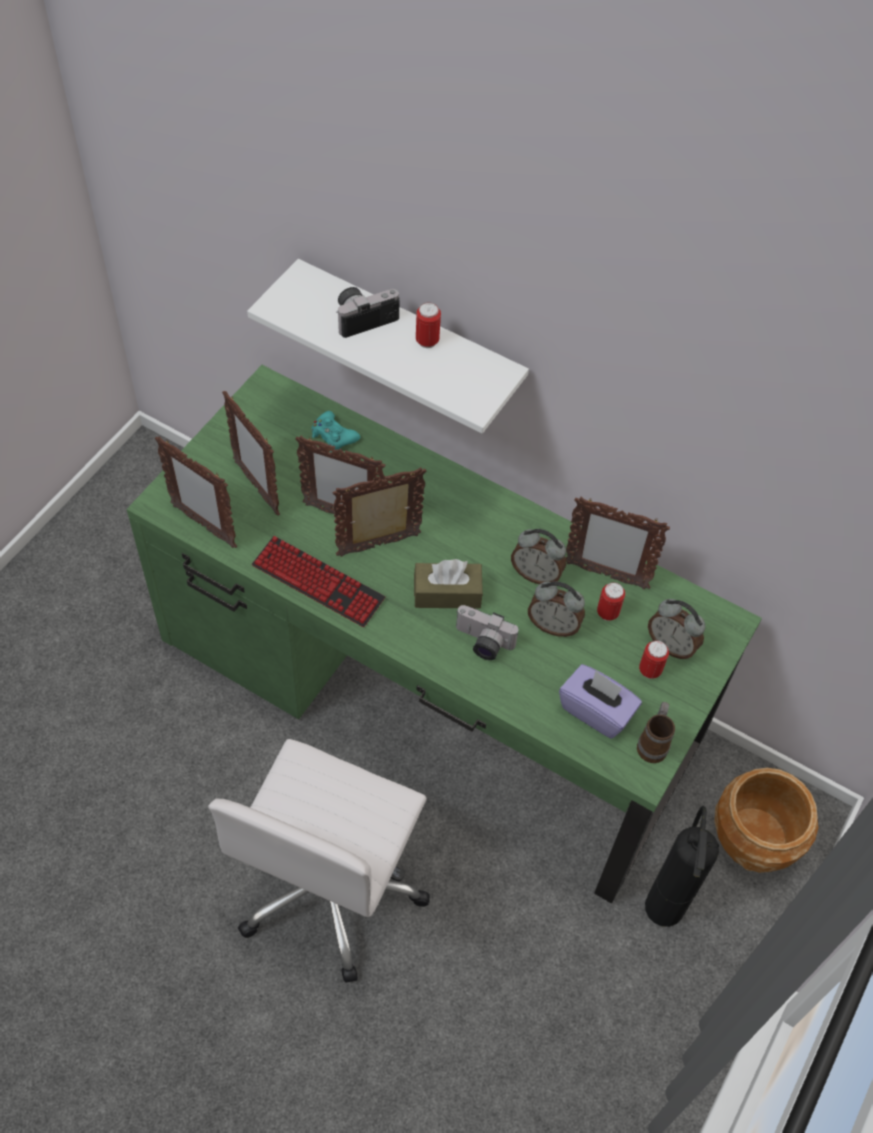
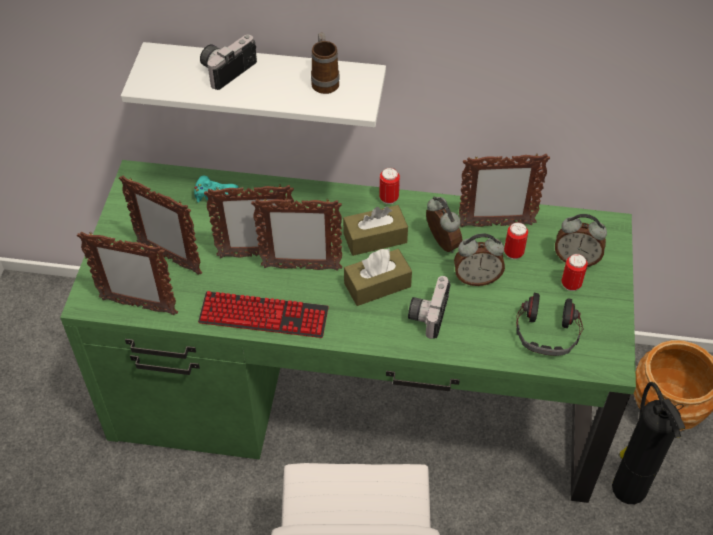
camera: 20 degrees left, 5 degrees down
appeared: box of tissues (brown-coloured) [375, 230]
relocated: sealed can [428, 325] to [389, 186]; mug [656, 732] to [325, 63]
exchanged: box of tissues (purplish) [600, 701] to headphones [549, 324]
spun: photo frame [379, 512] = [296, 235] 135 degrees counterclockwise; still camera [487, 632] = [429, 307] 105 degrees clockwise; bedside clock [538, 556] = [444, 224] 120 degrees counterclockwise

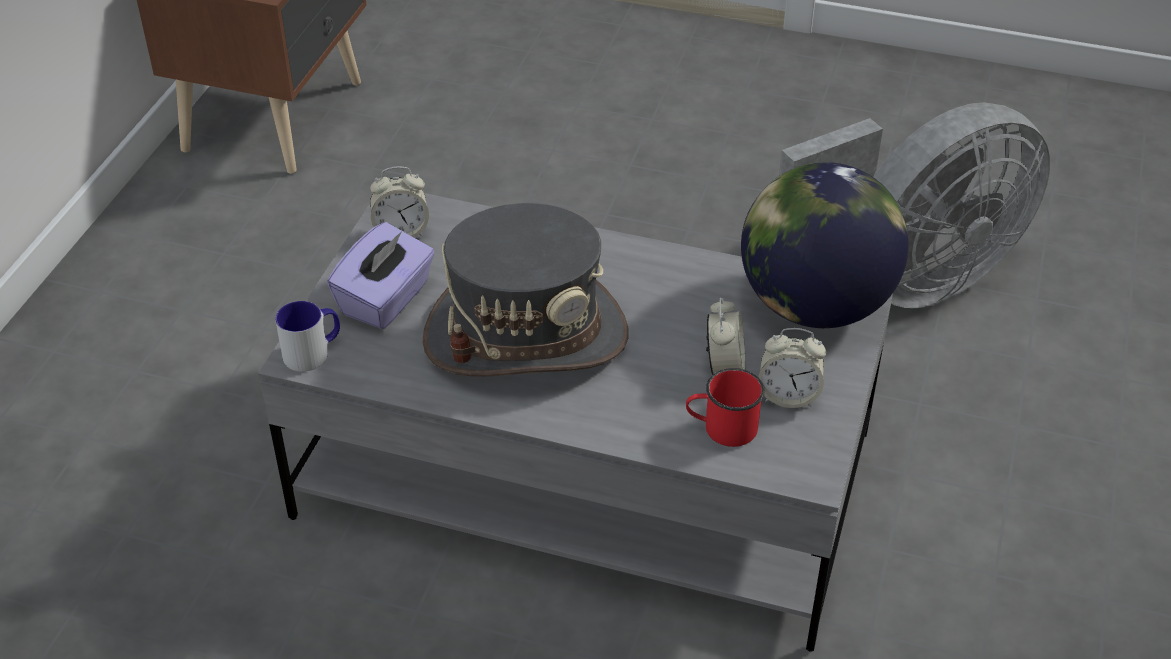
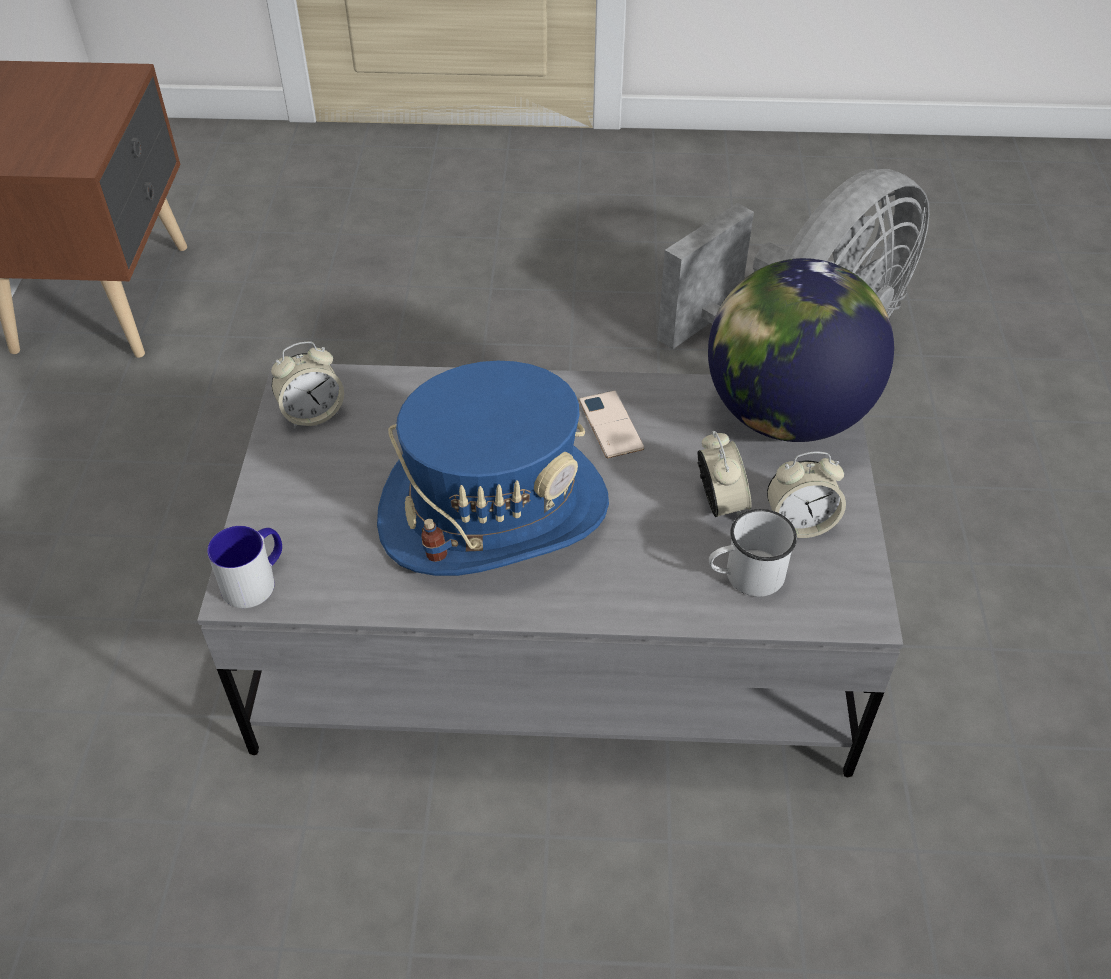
camera: 15 degrees left, 5 degrees up
missing: box of tissues (purplish) [381, 275]
appeared: handset [611, 424]
colour: hat (greyish) [525, 290] to hat (blue-coloured) [493, 468]; mug (reddish) [725, 407] to mug (white-coloured) [753, 553]

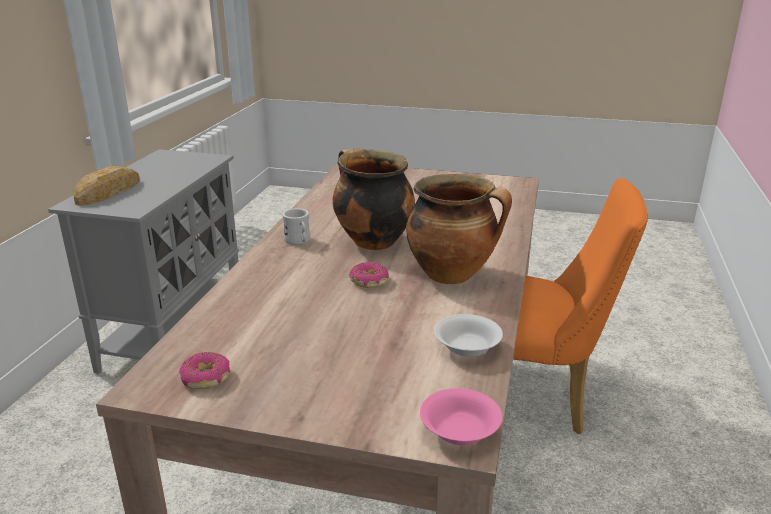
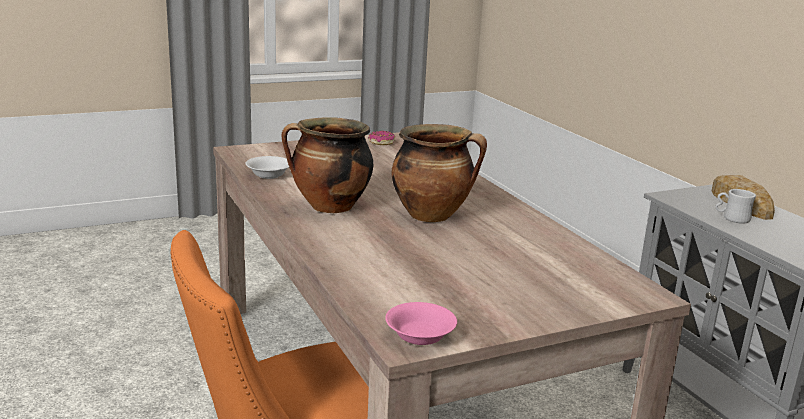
camera: 140 degrees right, 5 degrees down
missing: ring doughnut [369, 275]
relocated: mug (white-coloured) [296, 226] to [735, 206]; deep dish (pinkish) [461, 416] to [421, 323]

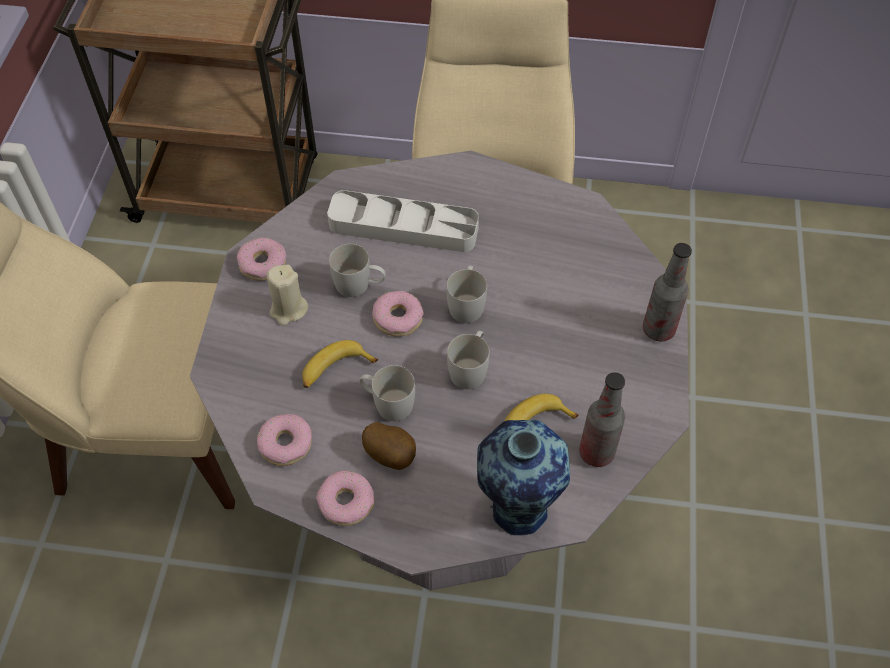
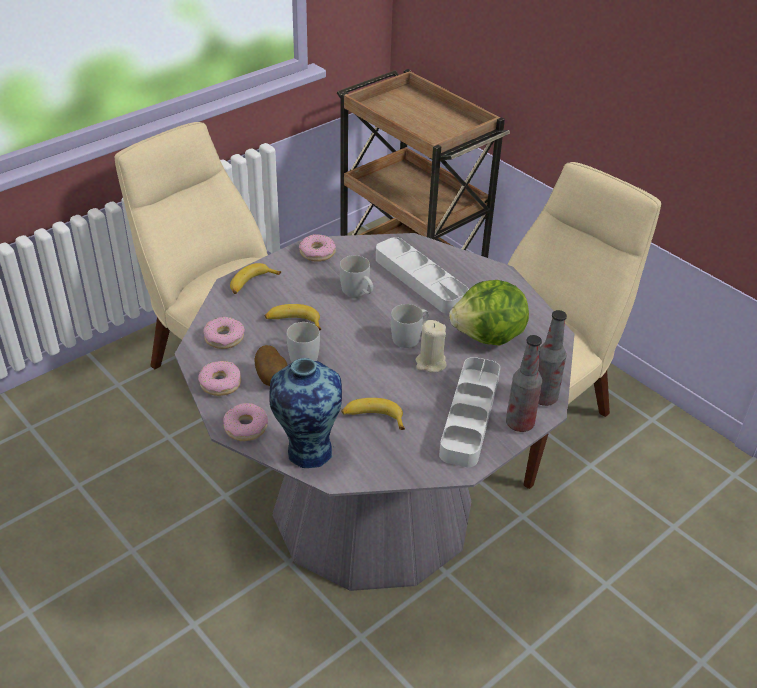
camera: 40 degrees right, 15 degrees down
missing: mug (white-coloured) [468, 360]
appeared: banana [255, 278]; carrying tray (greyish) [469, 412]; lettuce head [489, 313]
relocated: candle (beige-coloured) [287, 295] to [431, 346]; ring doughnut [398, 314] to [245, 422]; bottle [602, 419] to [552, 358]

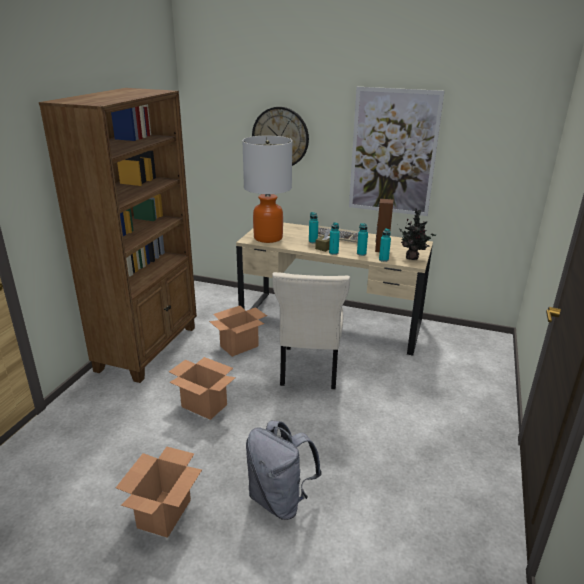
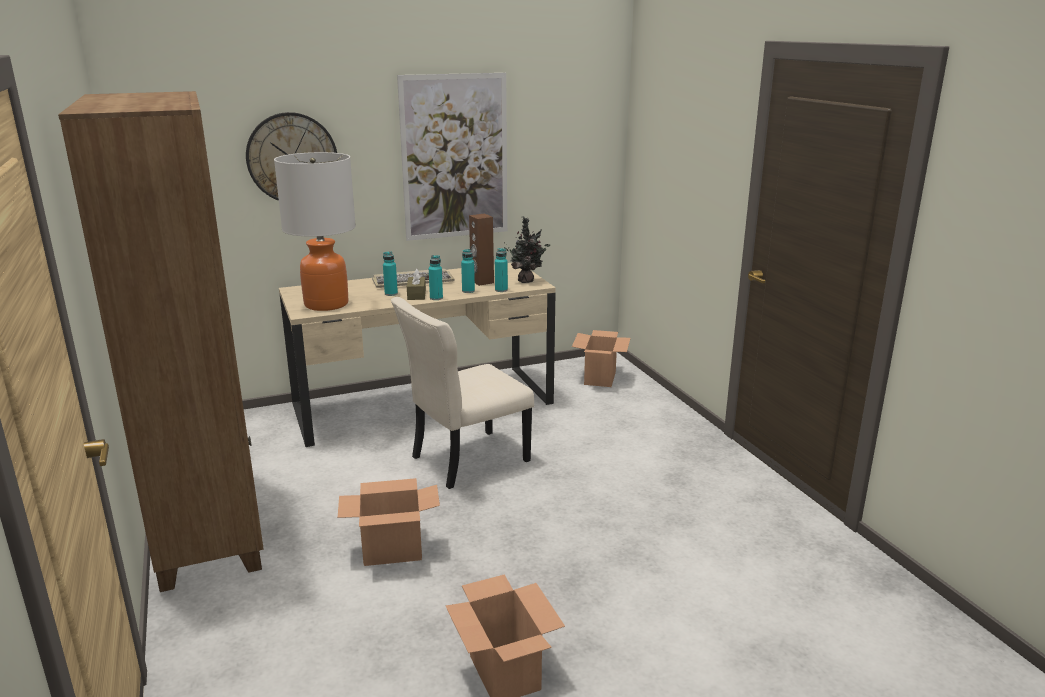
camera: 40 degrees left, 5 degrees down
missing: backpack (greyish) [284, 470]
relocated: carton [238, 331] to [601, 358]
spun: plain chair (beige-coloured) [311, 331] = [462, 393] 90 degrees clockwise

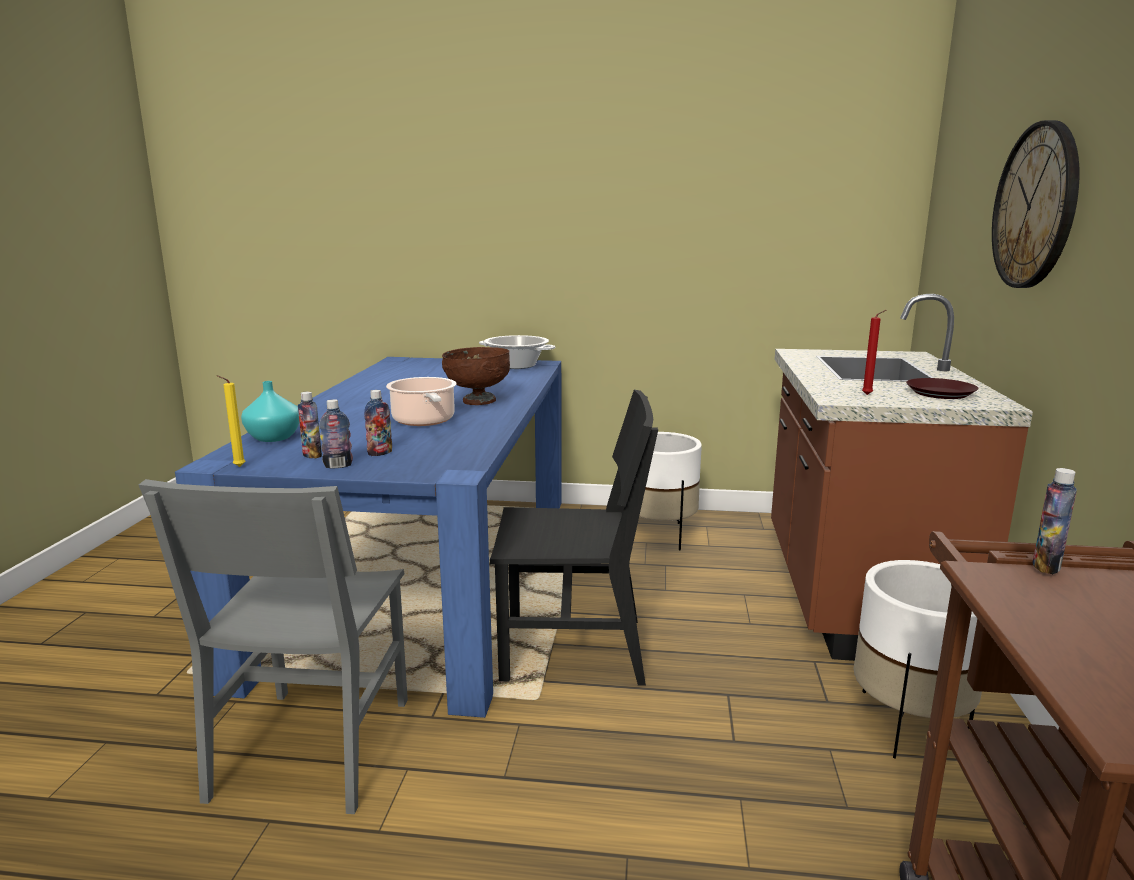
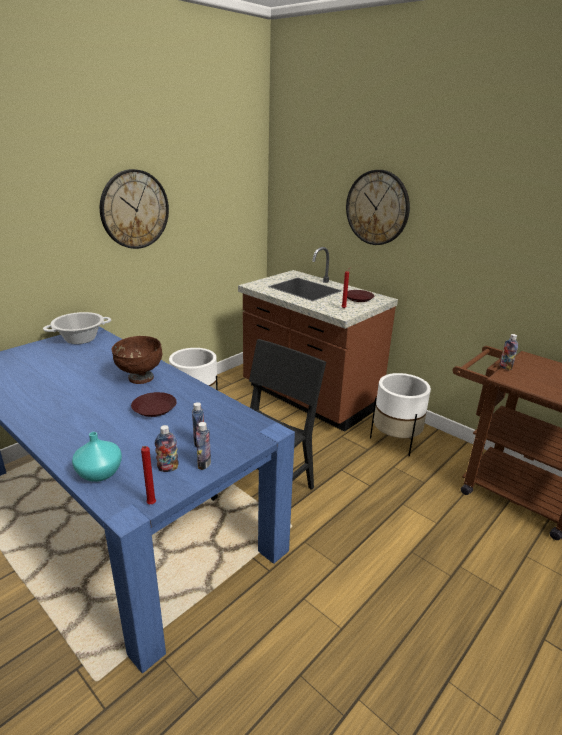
camera: 55 degrees left, 10 degrees up
missing: plain chair (greyish) [273, 646]
appeared: hanging clock [134, 209]
exchanged: saucepot [421, 401] to plate (brown-coloured) [154, 404]
colour: candle (yellow-coloured) [231, 421] to candle (reddish) [148, 475]

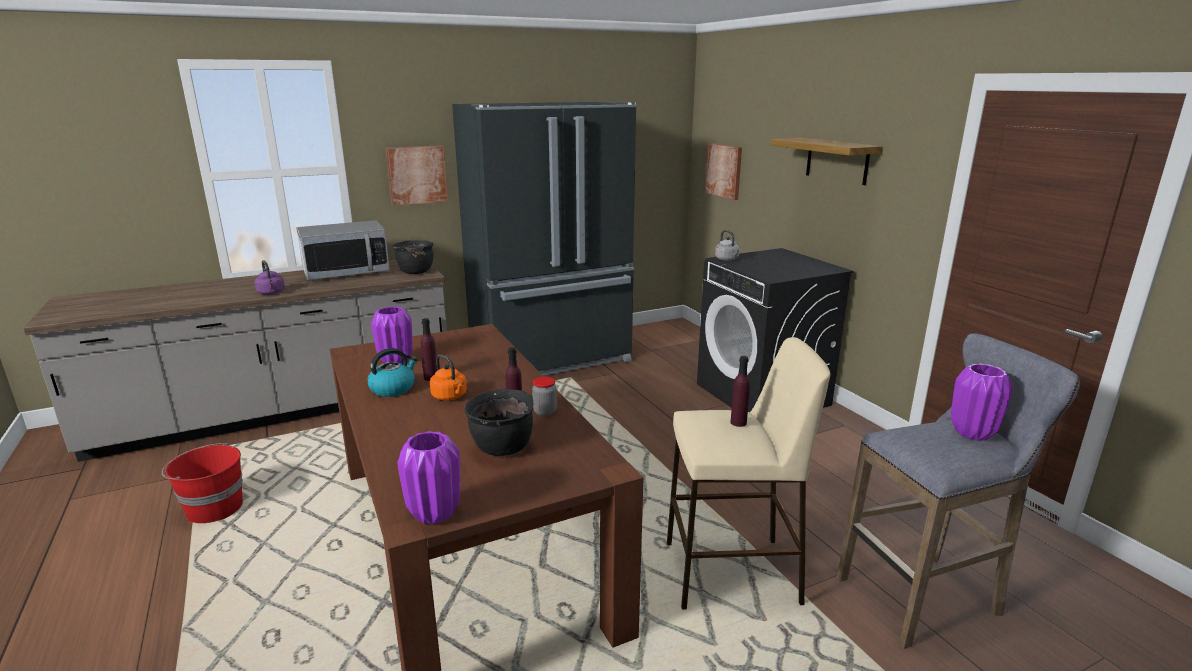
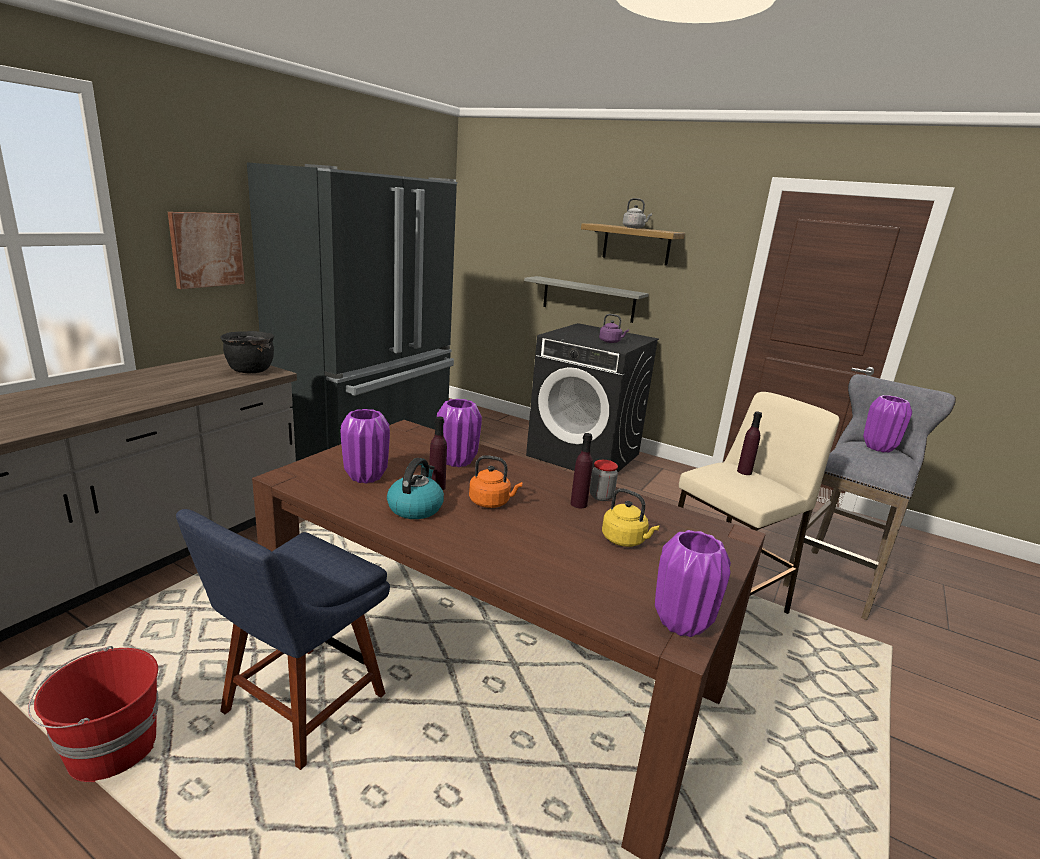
camera: 35 degrees left, 0 degrees up
missing: microwave [343, 250]; picture [723, 171]
appeared: plain chair (blue-coloured) [283, 639]; flower vase (purplish) [459, 433]; shelf (greyish) [586, 299]
relocated: water kettle (purplish) [270, 277] to [614, 328]; water kettle (greyish) [727, 245] to [637, 213]
exchanged: saucepot (blackish) [499, 422] to water kettle (yellow-coloured) [631, 517]

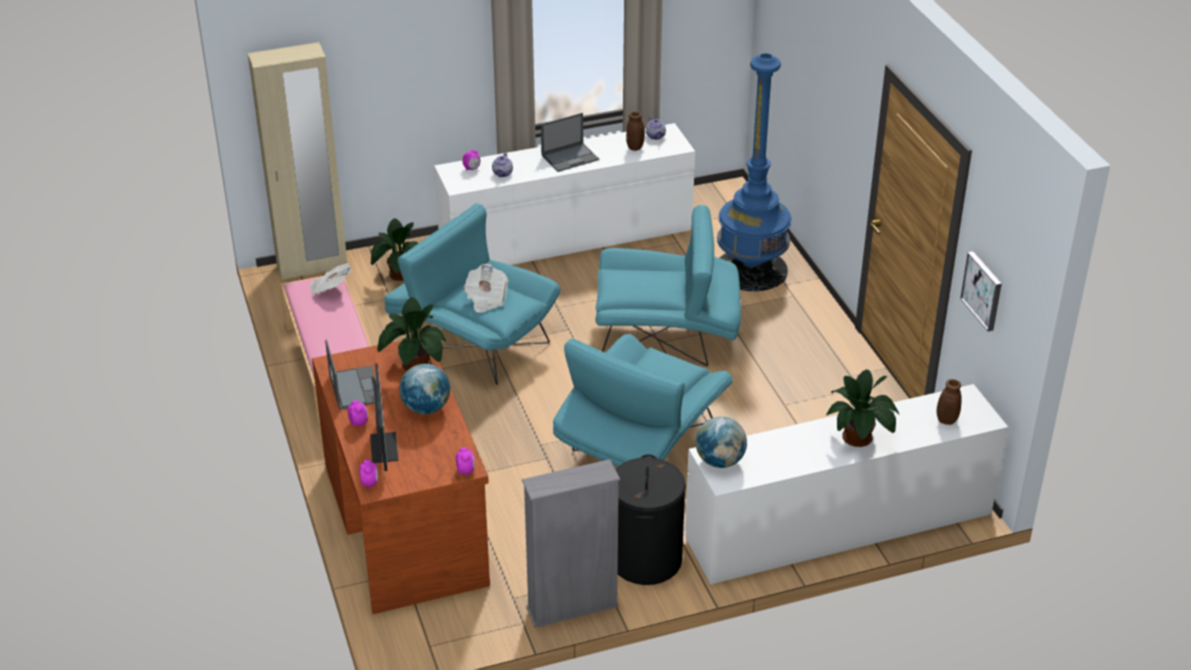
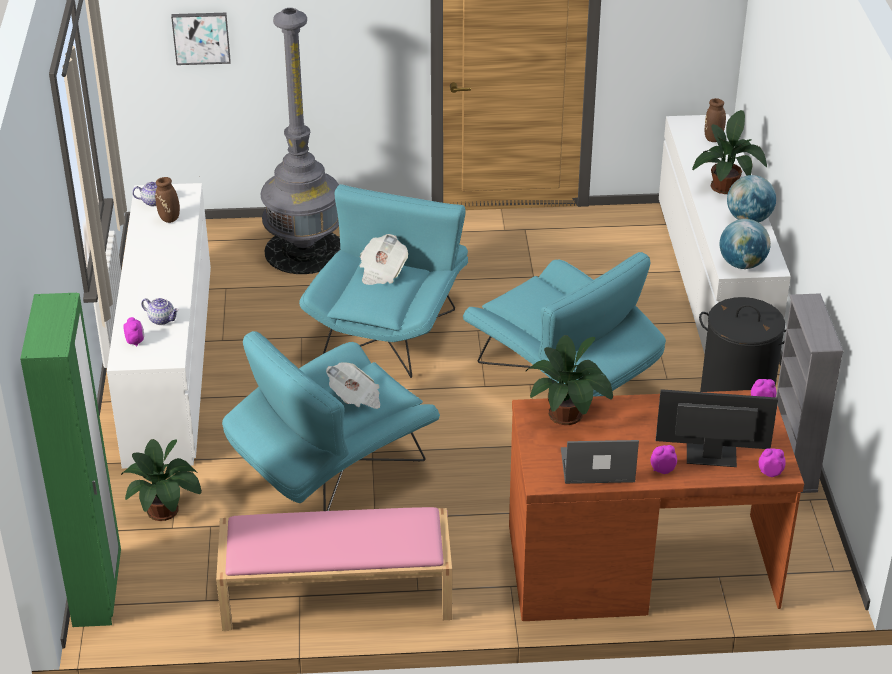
camera: 75 degrees left, 0 degrees up
missing: notebook computer [570, 142]
relocated: printed paper [331, 279] to [384, 259]; globe [424, 389] to [751, 198]; picture [981, 291] to [201, 39]
colour: armoire (beige-coloured) [297, 161] to armoire (green-coloured) [70, 460]; floor lamp (blue-coloured) [754, 172] to floor lamp (greyish) [300, 141]

